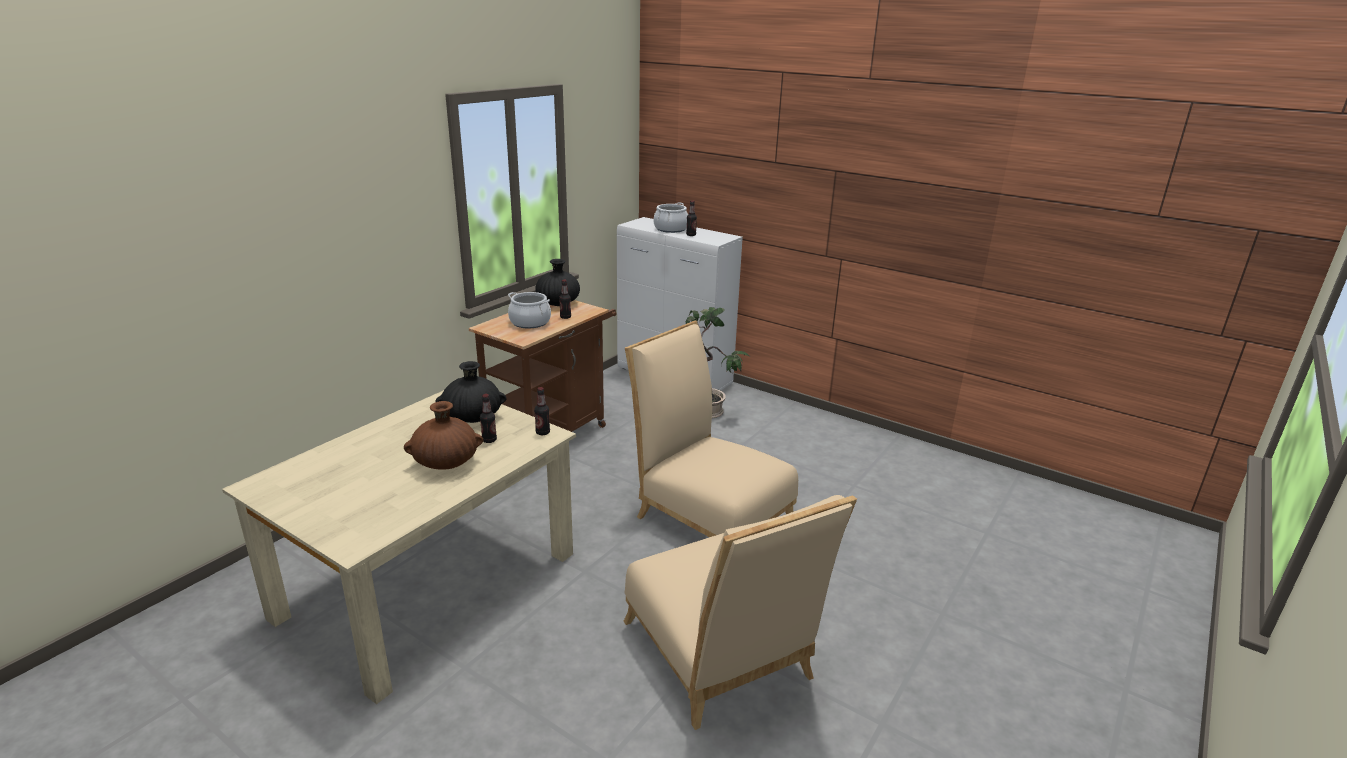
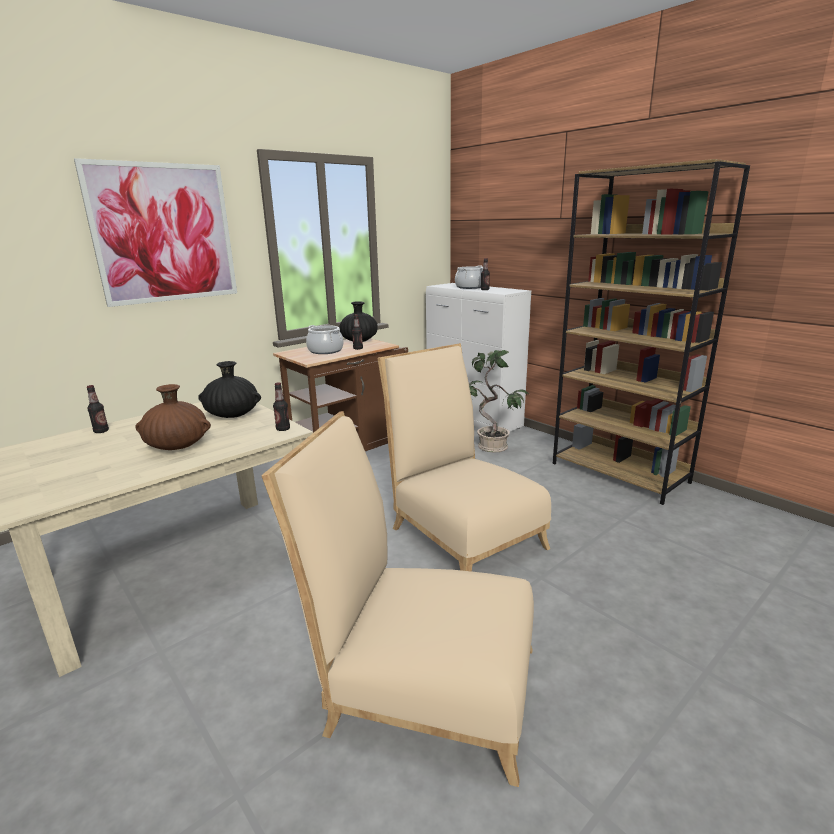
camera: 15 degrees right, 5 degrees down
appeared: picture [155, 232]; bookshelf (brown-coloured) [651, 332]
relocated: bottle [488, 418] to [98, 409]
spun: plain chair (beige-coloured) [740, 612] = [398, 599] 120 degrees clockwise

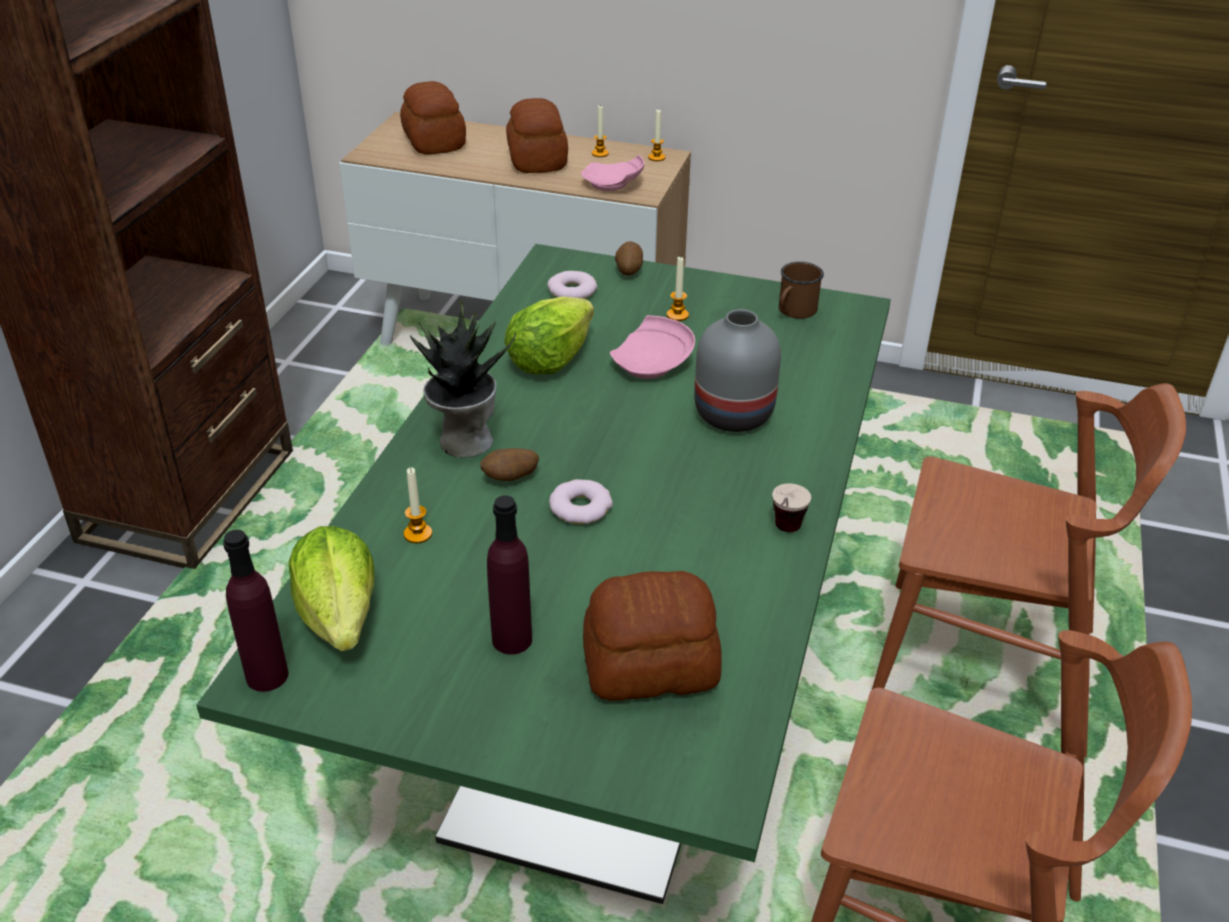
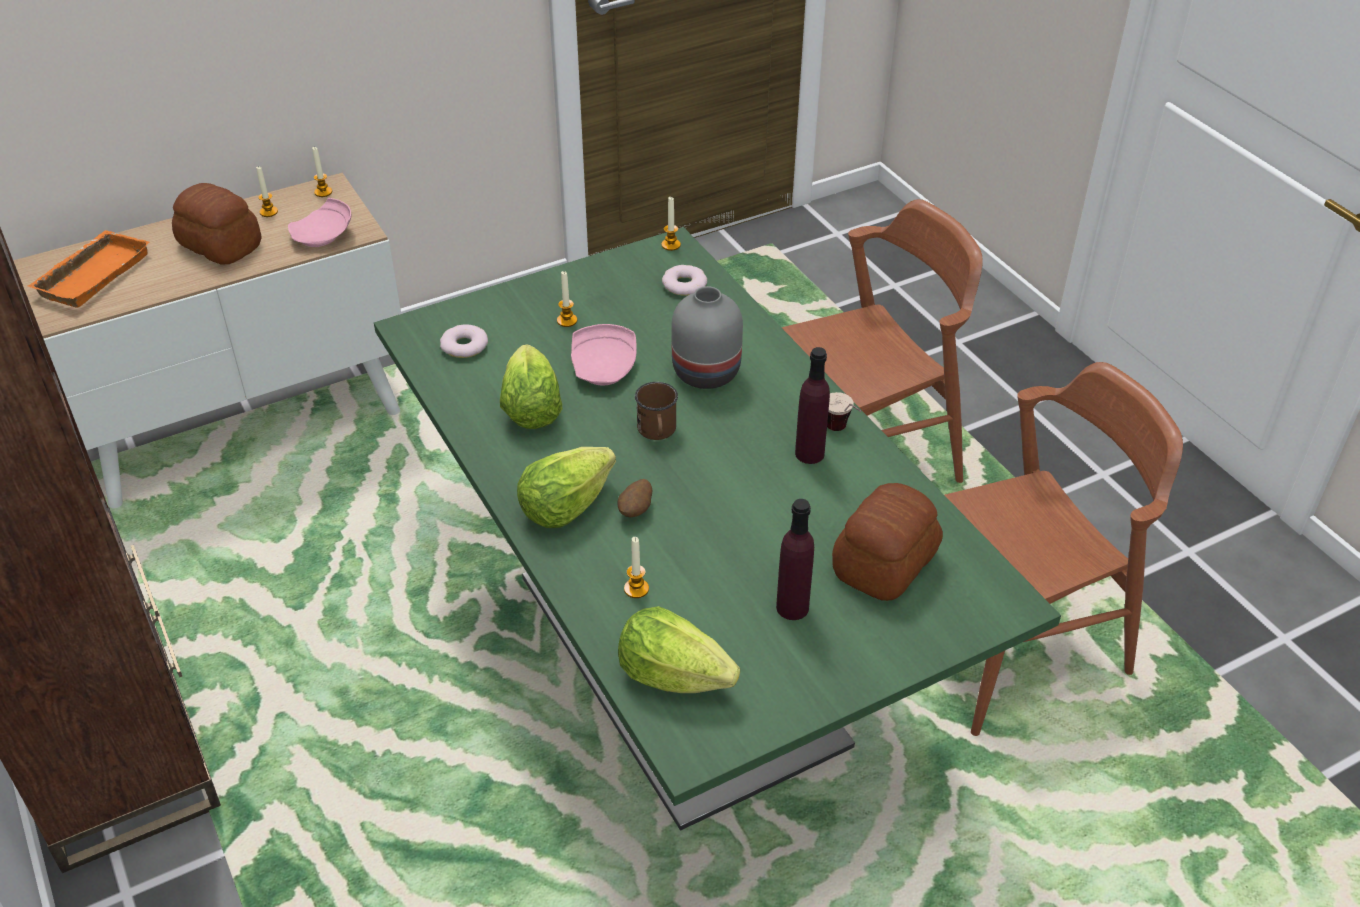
camera: 45 degrees left, 5 degrees up
missing: whole potato [629, 258]
appeared: candle [671, 224]
relocated: bottle (purplish) [256, 611] to [812, 405]; ring doughnut [581, 501] to [684, 280]; mug (brown-coloured) [801, 290] to [656, 411]
exchanged: bread [433, 118] to carrying tray (orange-coloured) [88, 269]; plant in a pot [463, 378] to lettuce head [566, 487]

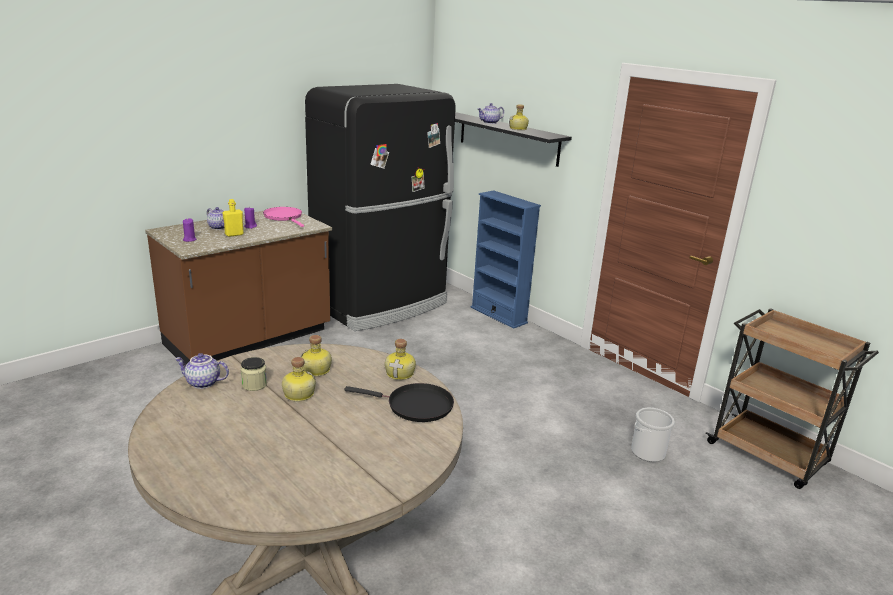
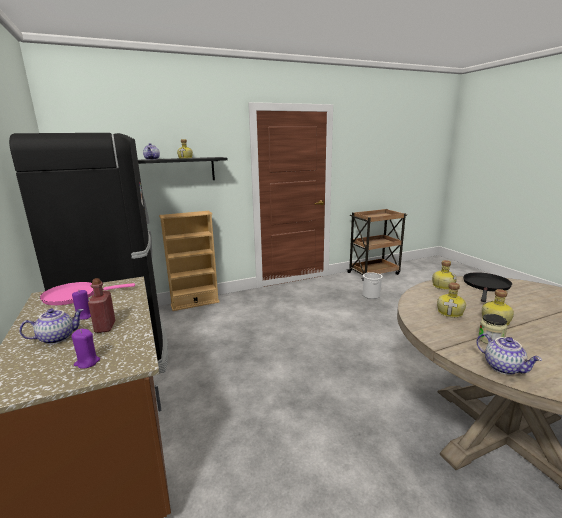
camera: 70 degrees left, 5 degrees down
colour: bottle (yellow-coloured) [233, 218] to bottle (reddish) [101, 305]; bookshelf (blue-coloured) [506, 259] to bookshelf (beige-coloured) [189, 261]
spun: teapot [202, 371] = [509, 354] 60 degrees counterclockwise

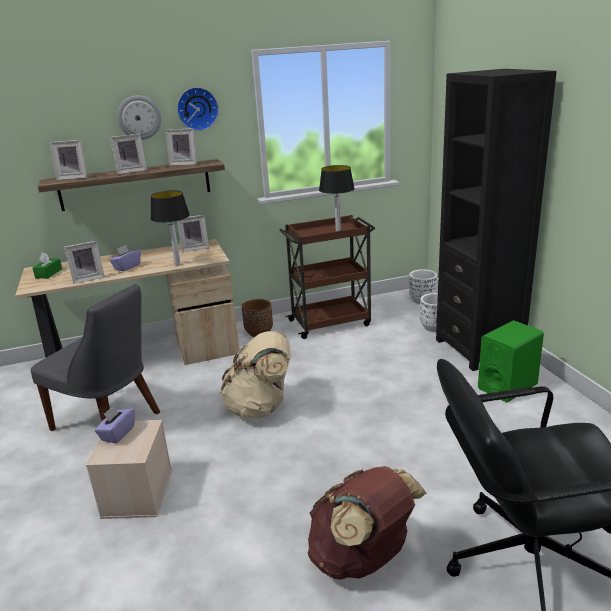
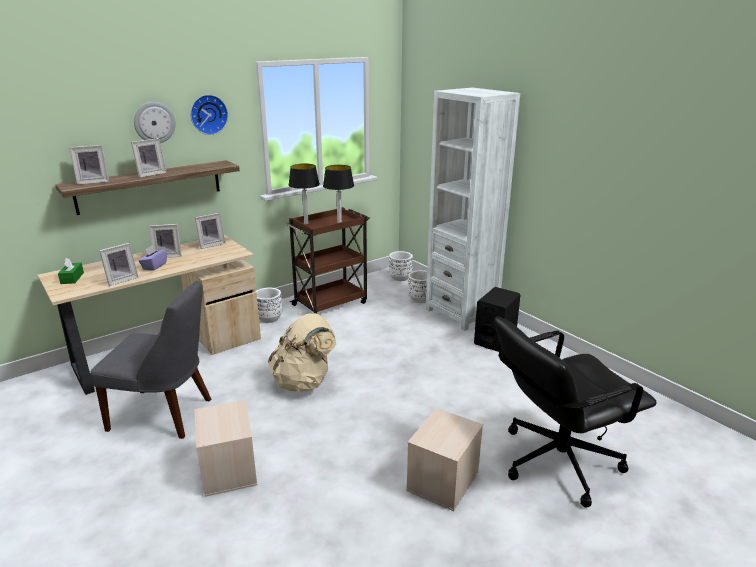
camera: 20 degrees left, 0 degrees up
missing: box of tissues (purplish) [115, 424]
relocated: tabletop lamp [170, 228] to [304, 194]; photo frame [181, 147] to [165, 241]
exchanged: backpack (brown-coloured) [367, 523] to storage bin (beige-coloured) [444, 459]
colour: flower pot (brown-coloured) [257, 318] to flower pot (white-coloured) [268, 305]; bookshelf (blackish) [496, 220] to bookshelf (white-coloured) [473, 209]; audio speaker (green-coloured) [511, 361] to audio speaker (blackish) [497, 319]

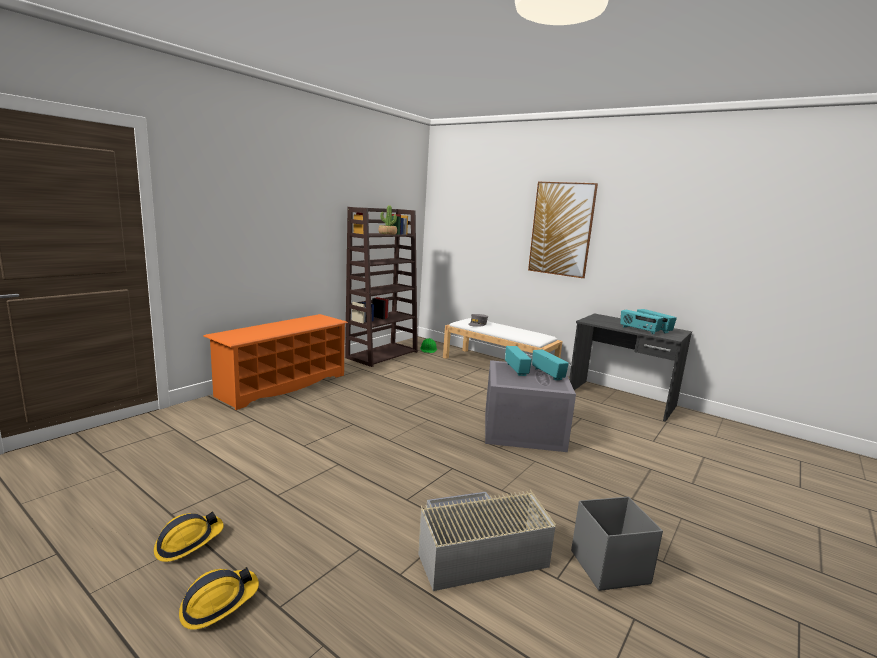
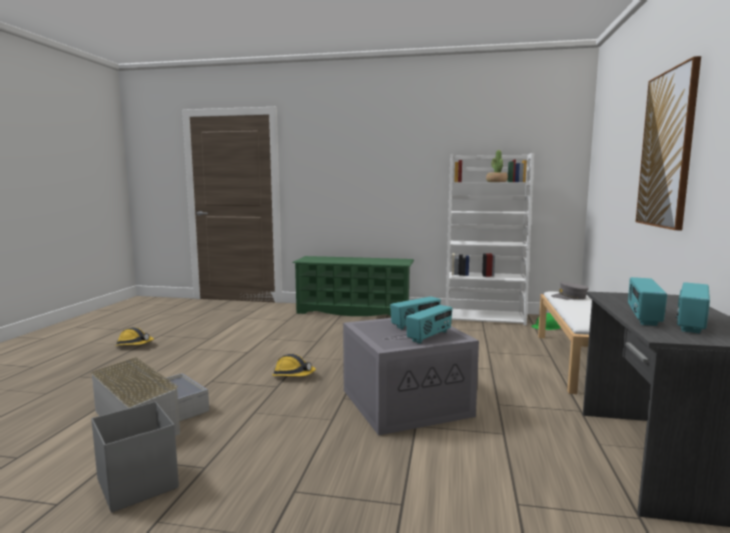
camera: 65 degrees right, 5 degrees down
relocated: work helmet [219, 598] to [294, 365]
colour: shoe rack (orange-coloured) [275, 362] to shoe rack (green-coloured) [353, 286]; bookshelf (brown-coloured) [381, 287] to bookshelf (white-coloured) [490, 239]

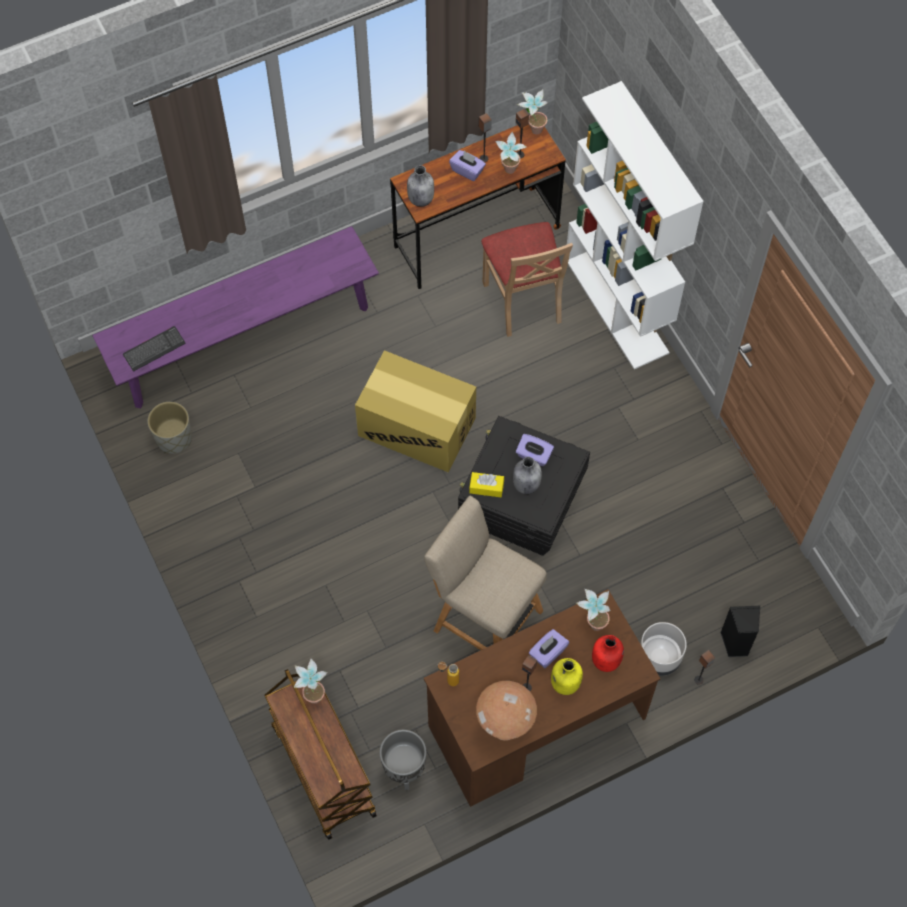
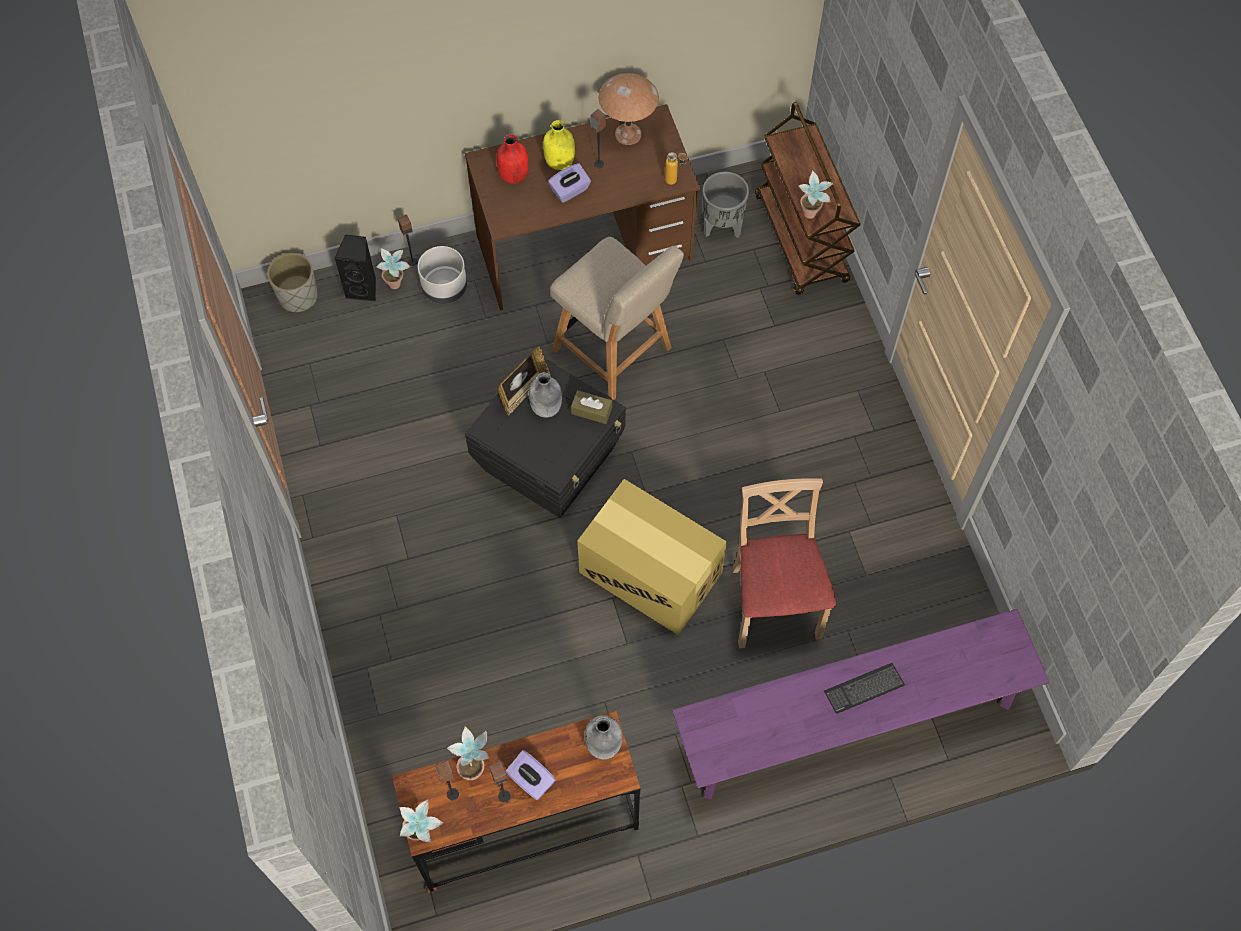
camera: 170 degrees left, 0 degrees up
missing: box of tissues (purplish) [535, 450]; bookshelf (white-coloured) [635, 225]
appeared: photo frame [524, 381]
relocated: keyboard [154, 349] to [864, 688]; flower pot (greyish) [170, 428] to [292, 282]; plain chair (beige-coloured) [527, 279] to [784, 563]; plant in a pot [593, 610] to [393, 268]
colour: box of tissues (yellow-coloured) [486, 484] to box of tissues (brown-coloured) [591, 407]

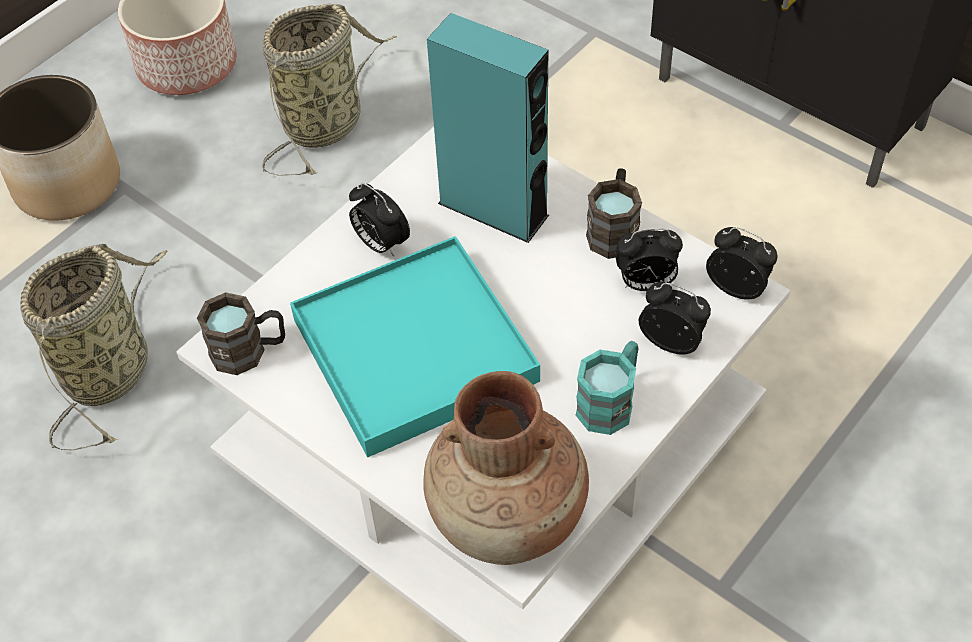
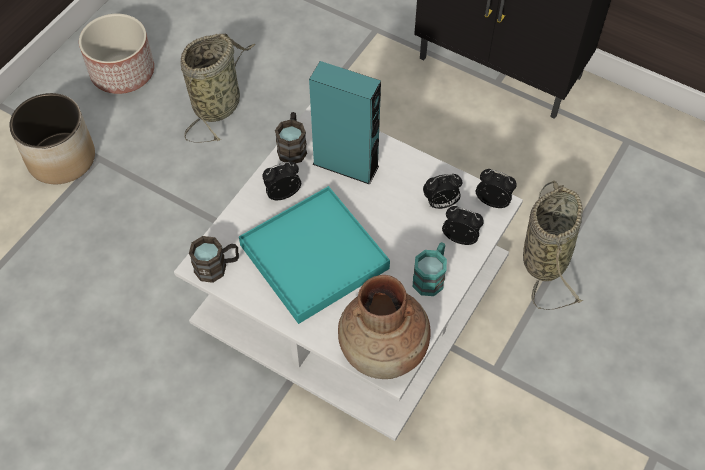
camera: 10 degrees left, 5 degrees up
relocated: basket [94, 347] to [553, 245]; mug (brown-coloured) [614, 213] to [291, 137]
spun: bedside clock [379, 220] = [281, 180] 120 degrees clockwise

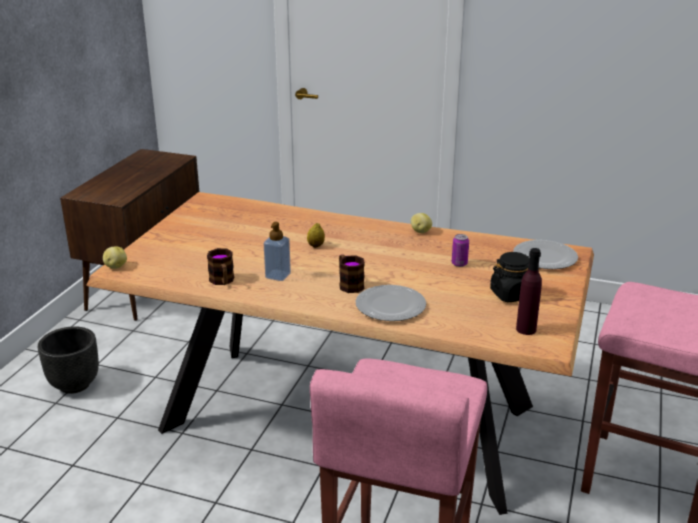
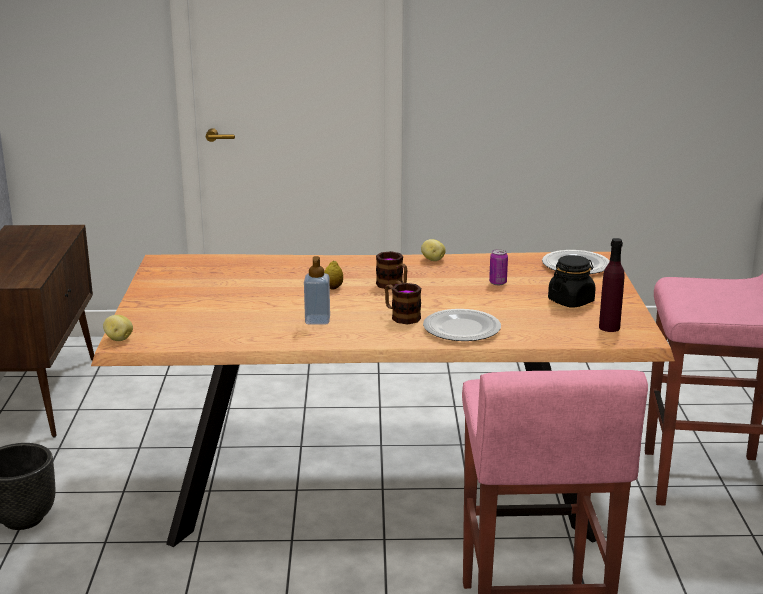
camera: 20 degrees left, 5 degrees down
relocated: mug [220, 266] to [391, 270]

